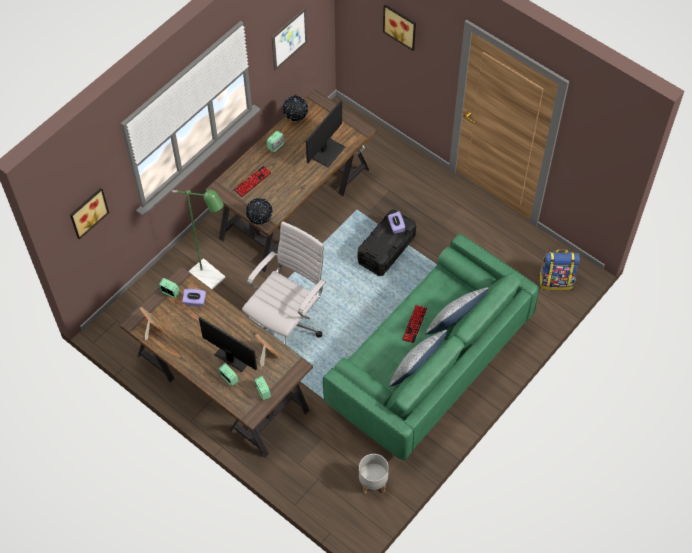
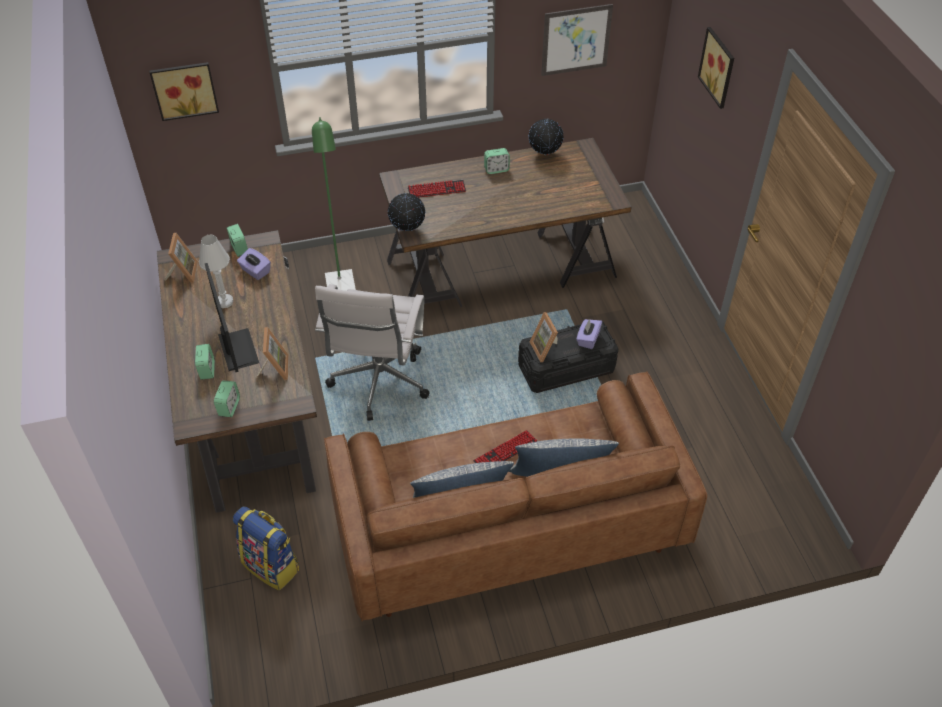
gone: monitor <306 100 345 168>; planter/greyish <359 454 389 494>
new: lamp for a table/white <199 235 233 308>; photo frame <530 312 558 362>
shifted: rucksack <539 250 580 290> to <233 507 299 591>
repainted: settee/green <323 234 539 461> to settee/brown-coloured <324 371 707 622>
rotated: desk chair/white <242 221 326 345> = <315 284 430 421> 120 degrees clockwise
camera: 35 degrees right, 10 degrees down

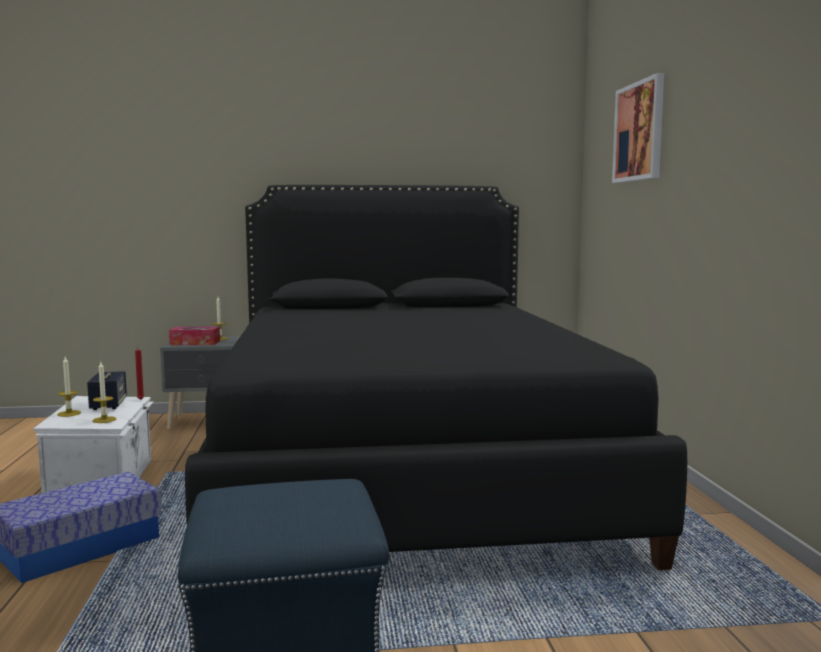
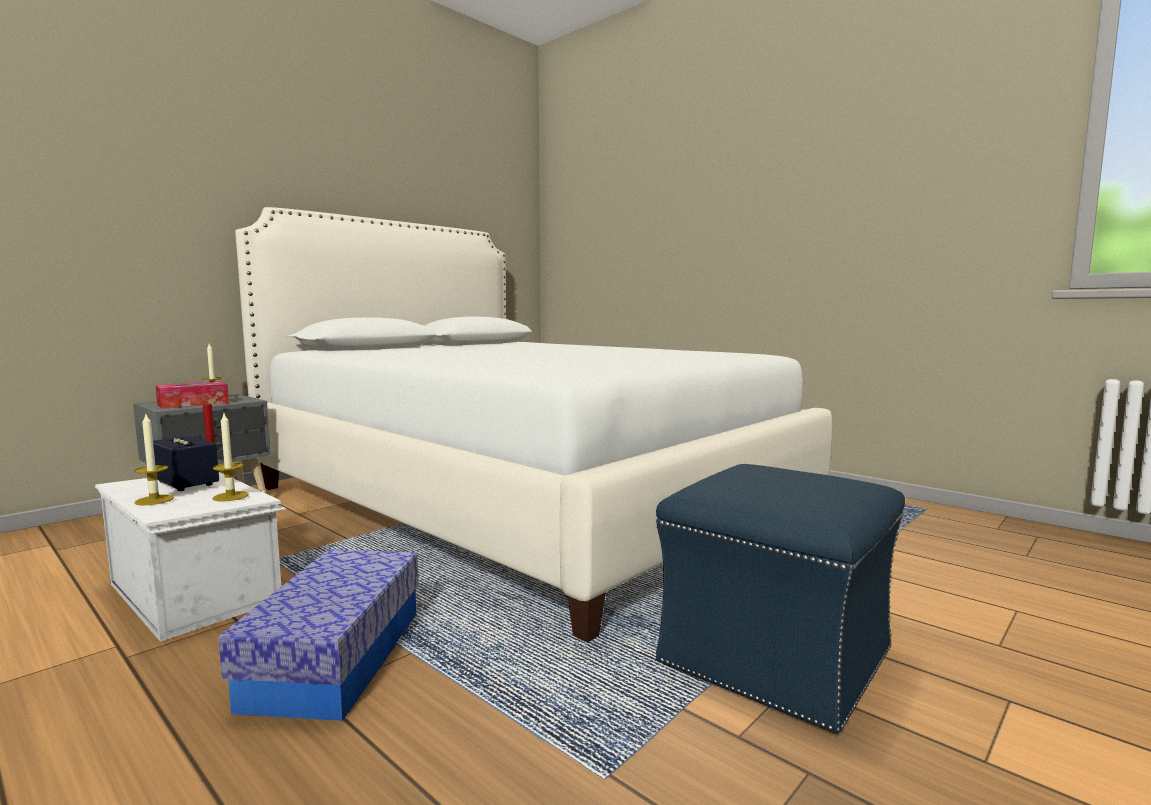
gone: picture <612 73 664 183>
repainted: bedroom bed/black <185 185 687 570> to bedroom bed/white <235 207 832 643>
camera: 40 degrees left, 0 degrees up

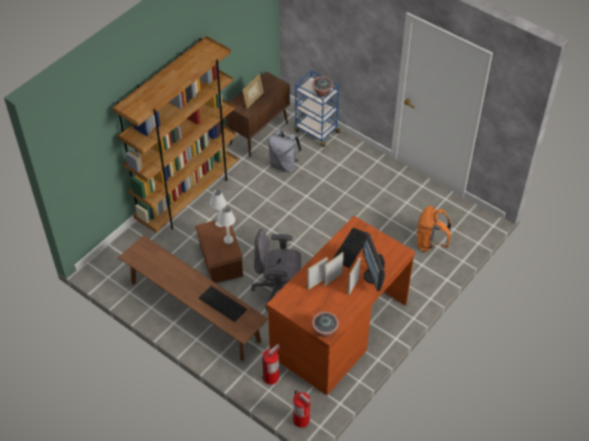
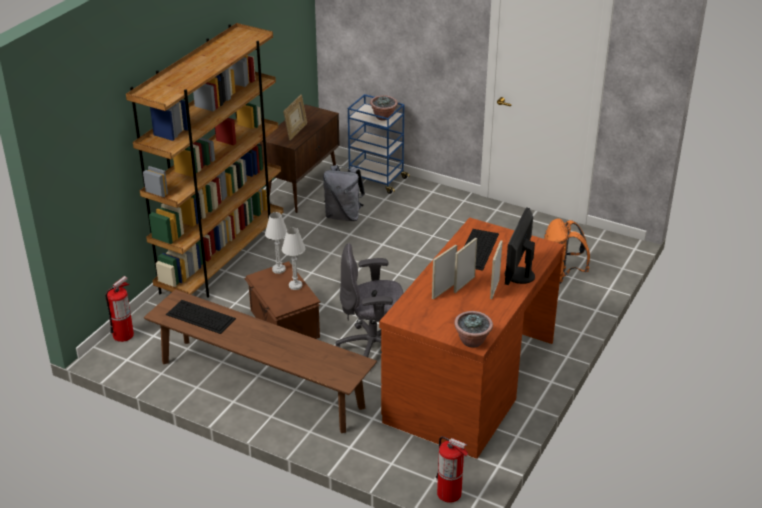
shifted: fire-fighting cylinder <262 344 281 384> to <105 276 134 342>; PC keyboard <198 286 247 322> to <166 300 236 334>
rotated: monitor <363 232 385 292> = <505 207 535 285> 45 degrees clockwise
camera: 10 degrees left, 15 degrees down

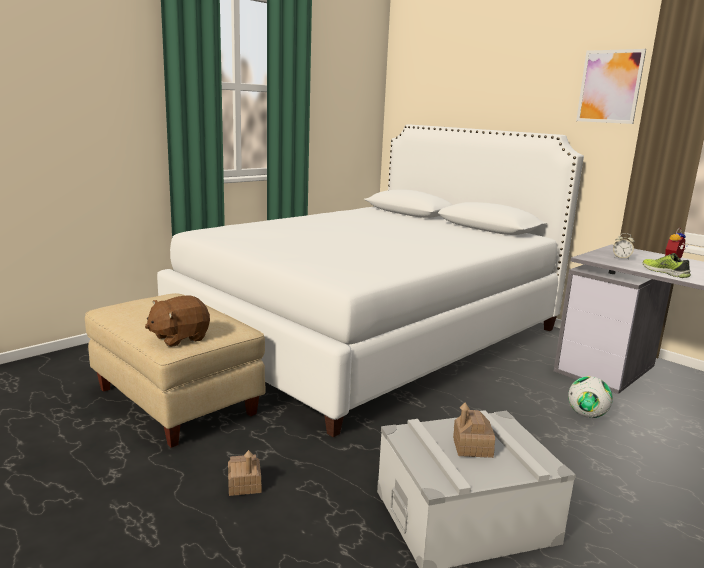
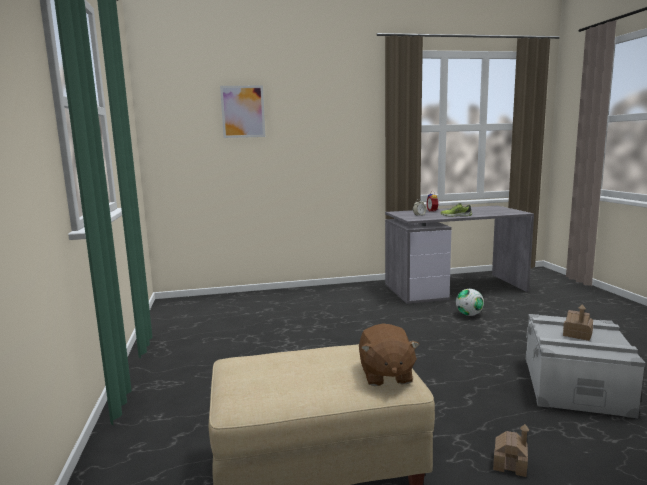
gone: bedroom bed/white <157 125 584 437>
shifted: picture <576 49 646 124> to <220 86 265 138>
camera: 55 degrees left, 5 degrees down

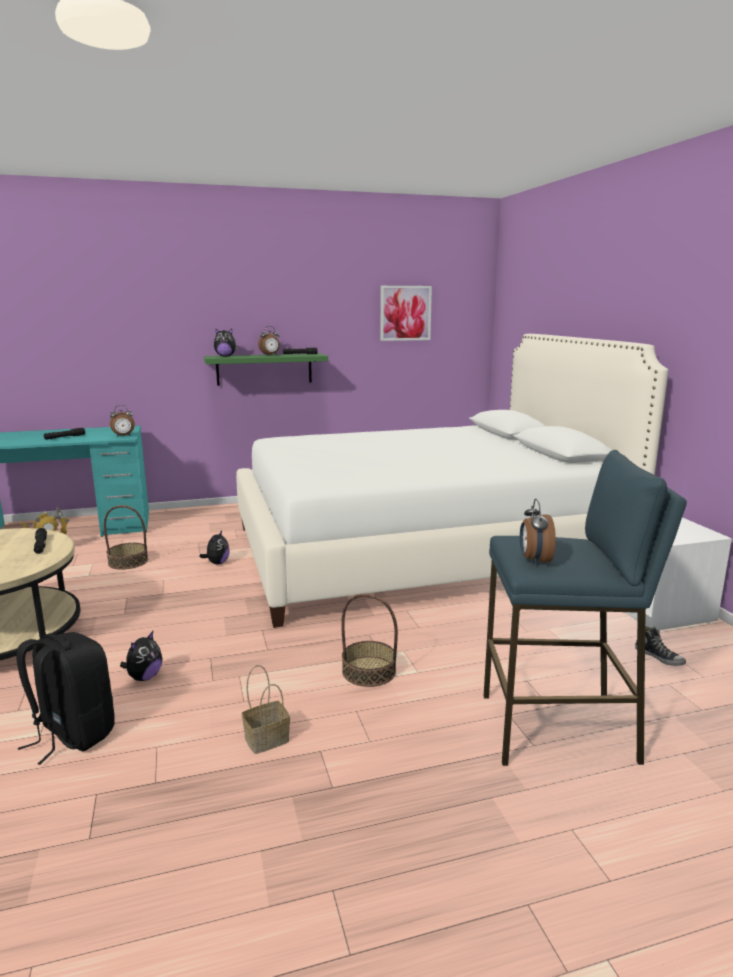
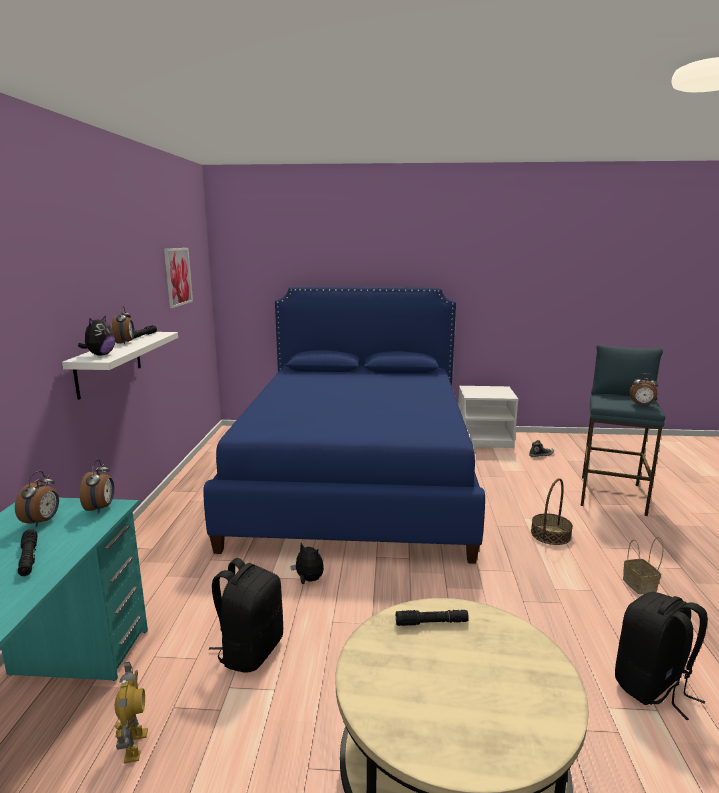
gone: soft toy <120 631 162 681>
new: table clock <15 471 59 527>
swapped: household basket <104 505 148 569> to rucksack/black <209 558 283 673>
repainted: shelf/green <204 354 328 386> to shelf/white <62 332 178 400>; bedroom bed/white <236 334 668 628> to bedroom bed/blue <203 287 485 564>
camera: 70 degrees left, 0 degrees up

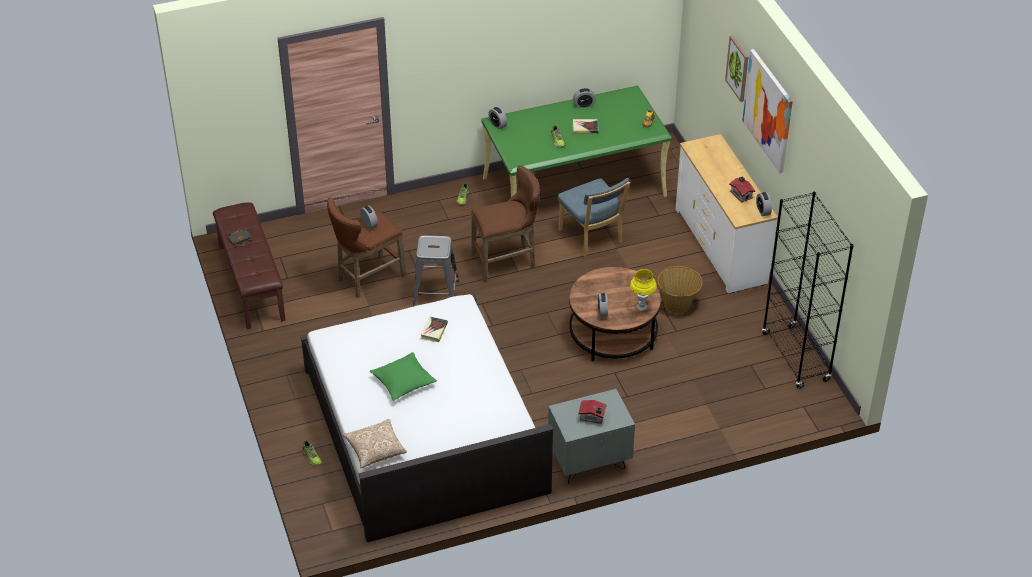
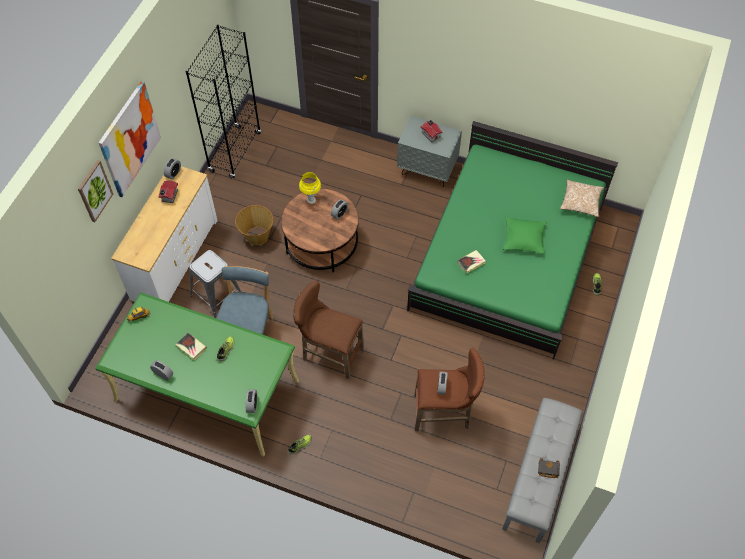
shifted: sitting stool/greyish <413 235 459 307> to <189 250 241 318>
repainted: bedroom bed/white <300 294 554 542> to bedroom bed/green <407 121 618 360>; bench/brown-coloured <213 203 286 329> to bench/greyish <502 398 582 543>
camera: 140 degrees left, 15 degrees up

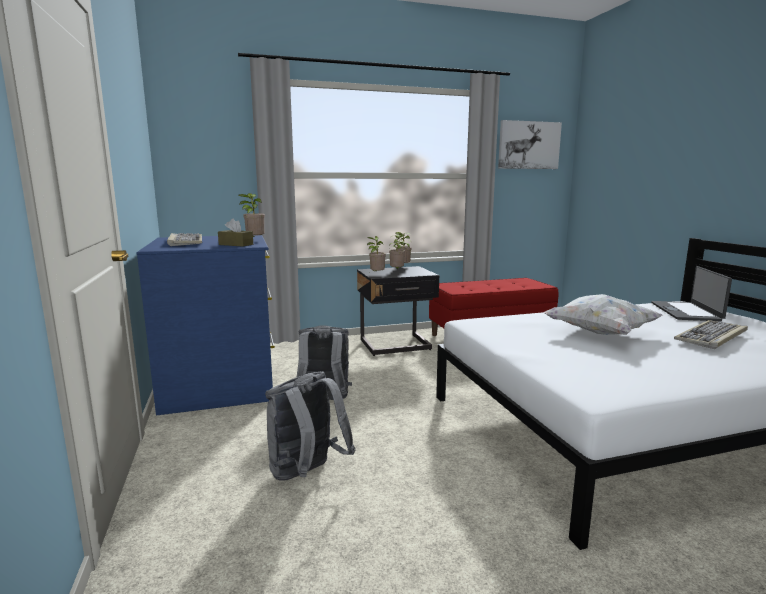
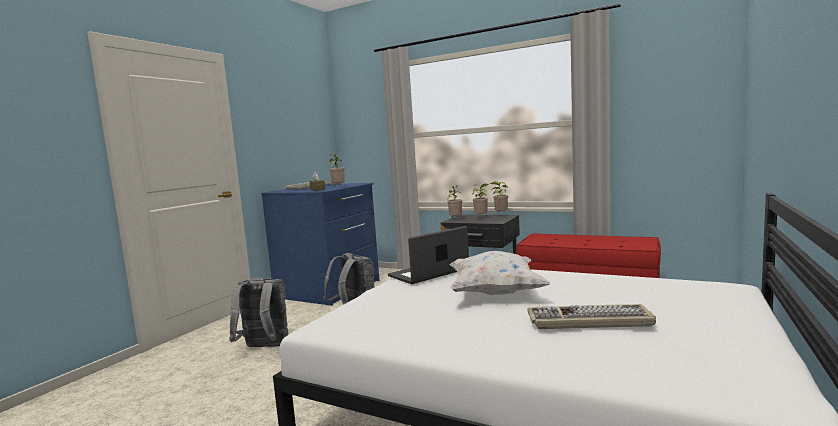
gone: picture <498 120 562 169>
shifted: portable computer <651 266 732 321> to <388 226 469 284>
camera: 45 degrees right, 5 degrees down

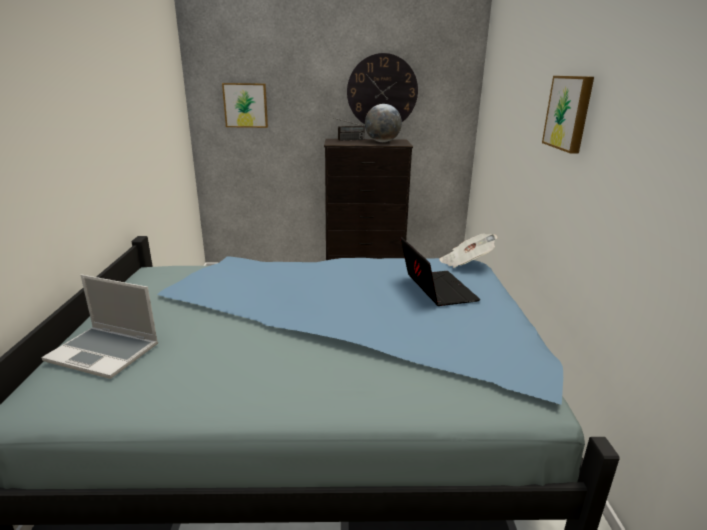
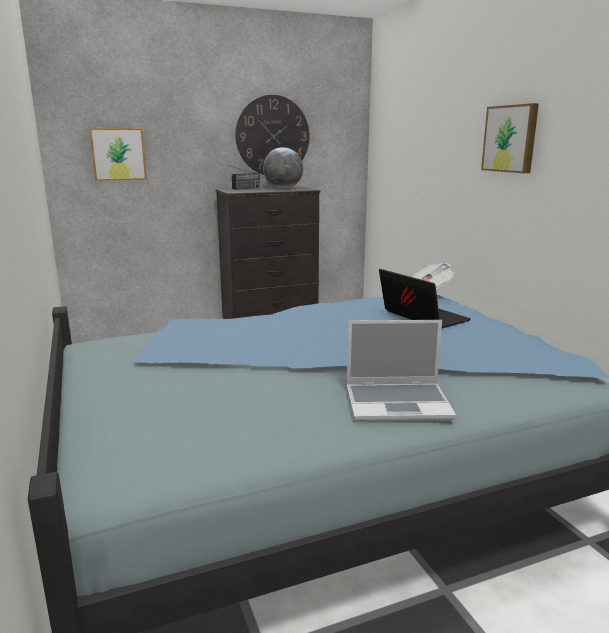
shifted: portable computer <41 275 158 379> to <347 320 456 422>
camera: 20 degrees left, 5 degrees down

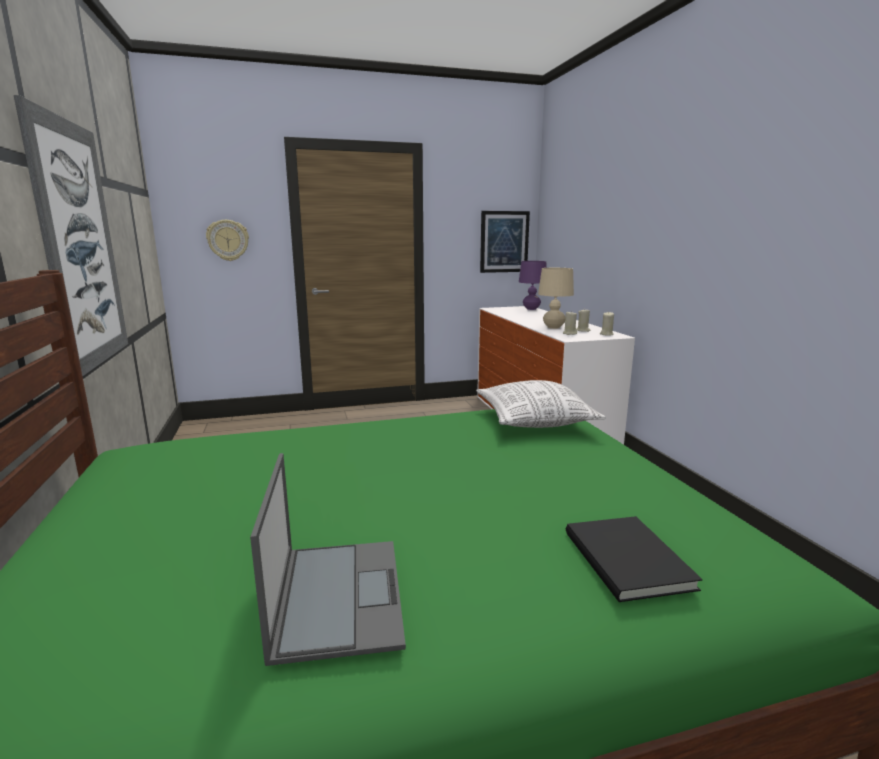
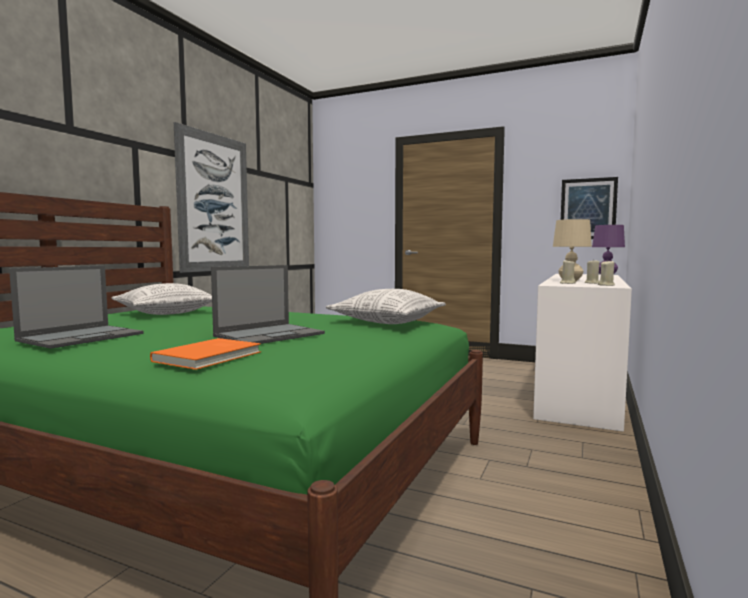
gone: hanging clock <206 220 249 261>
new: cushion <111 283 212 315>; portable computer <211 265 325 344>
repainted: book/black <566 516 703 602> to book/orange <150 338 261 370>
camera: 40 degrees right, 10 degrees down

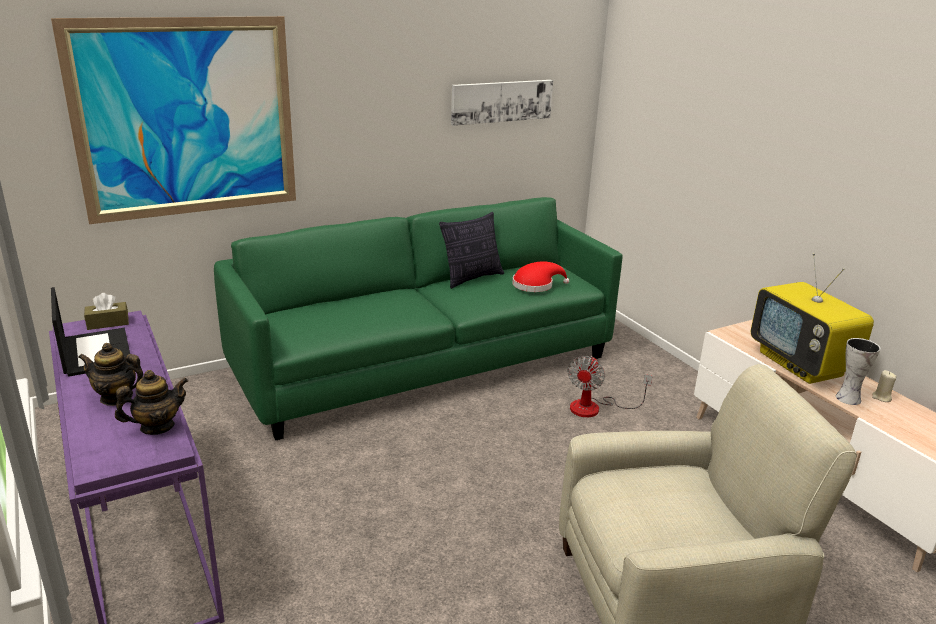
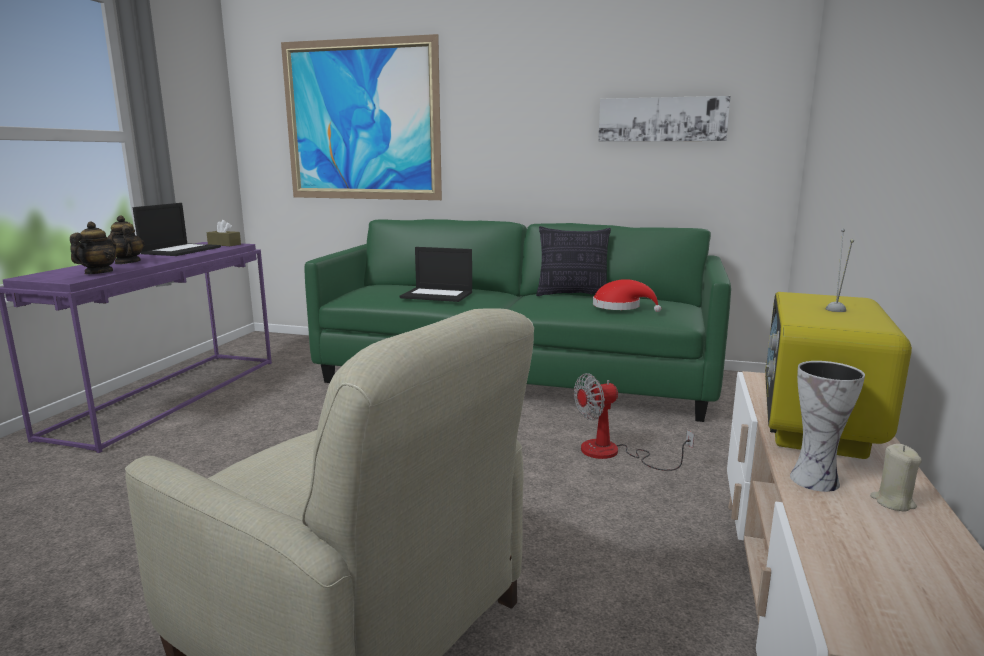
new: portable computer <400 247 472 302>
rotated: tea pot <115 370 188 435> = <70 221 117 274> 90 degrees counterclockwise
camera: 45 degrees right, 10 degrees down

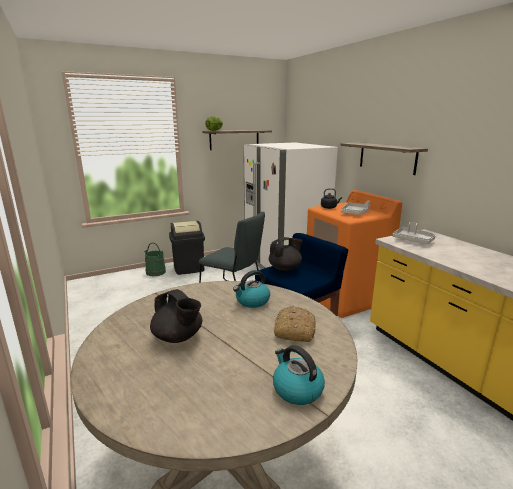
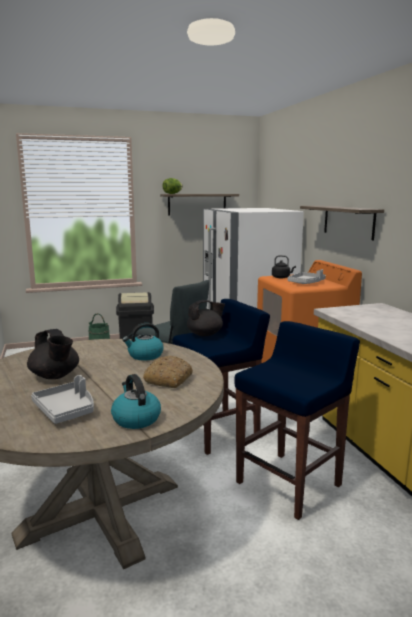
new: sitting stool/blue <234 321 360 520>
shifted: tray/greyish <393 222 435 244> to <31 375 94 424>
camera: 10 degrees right, 5 degrees down

